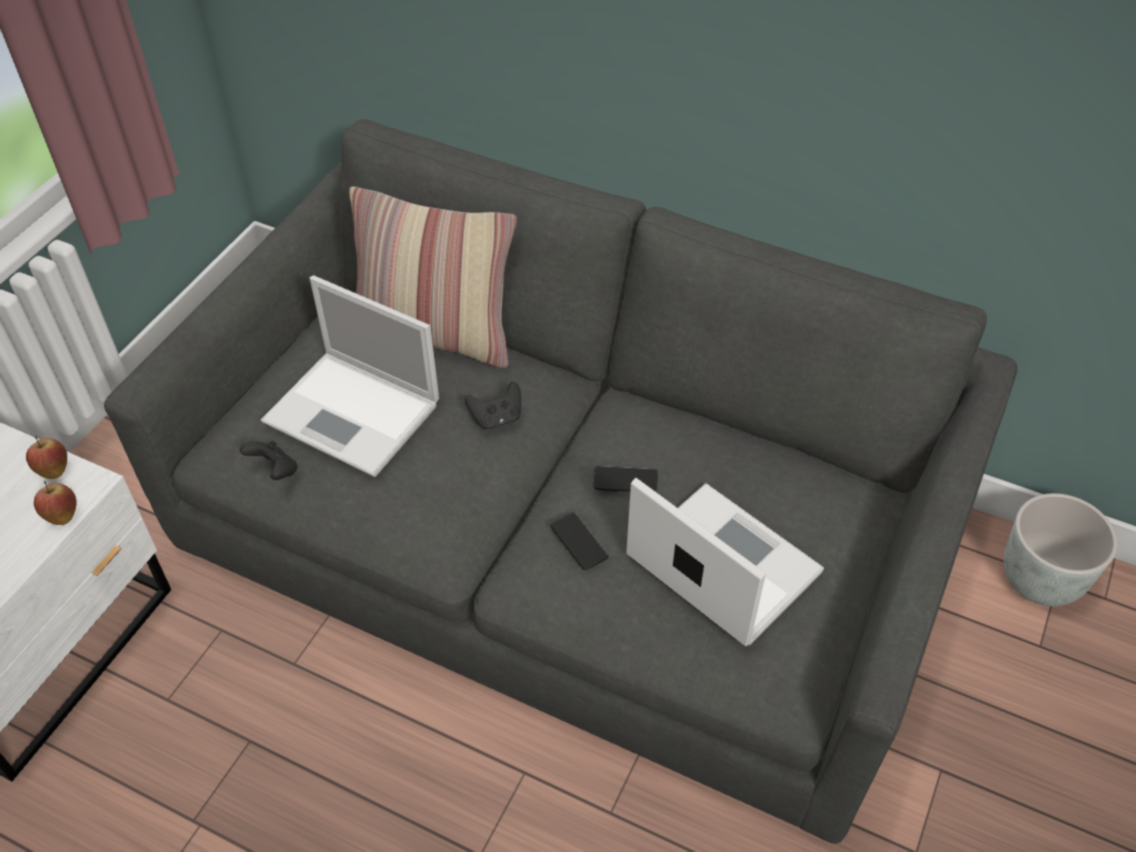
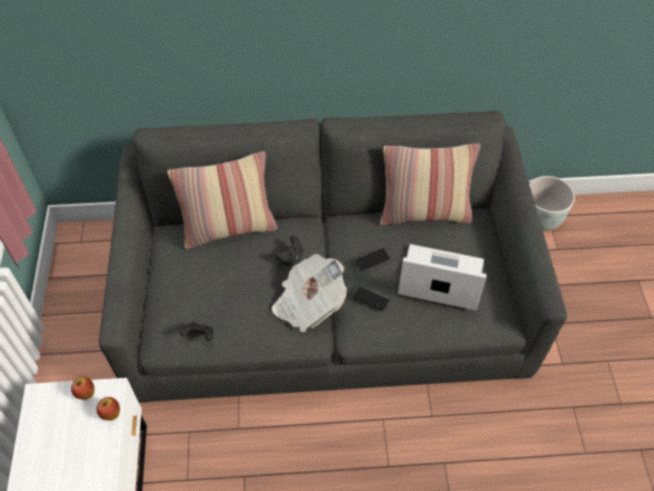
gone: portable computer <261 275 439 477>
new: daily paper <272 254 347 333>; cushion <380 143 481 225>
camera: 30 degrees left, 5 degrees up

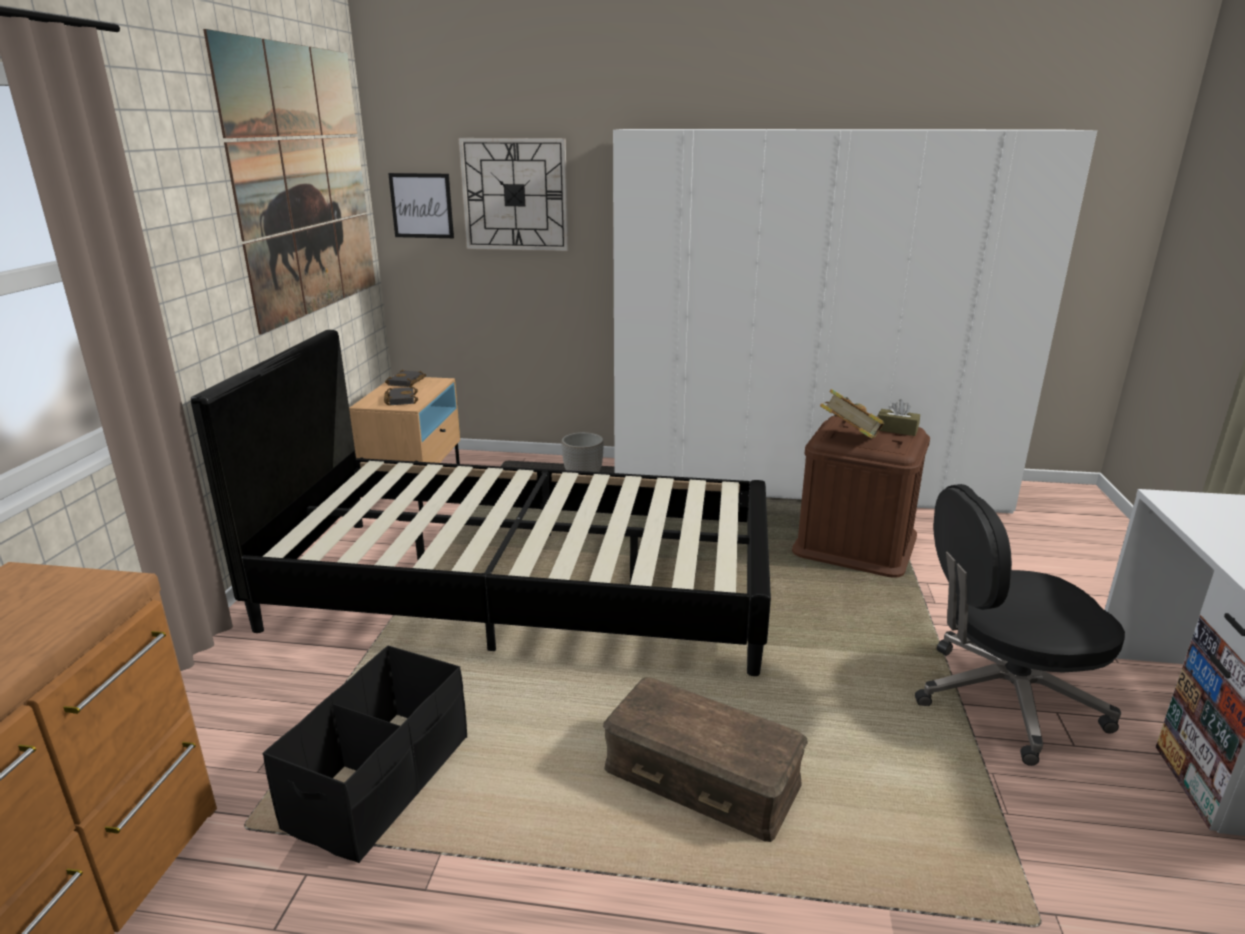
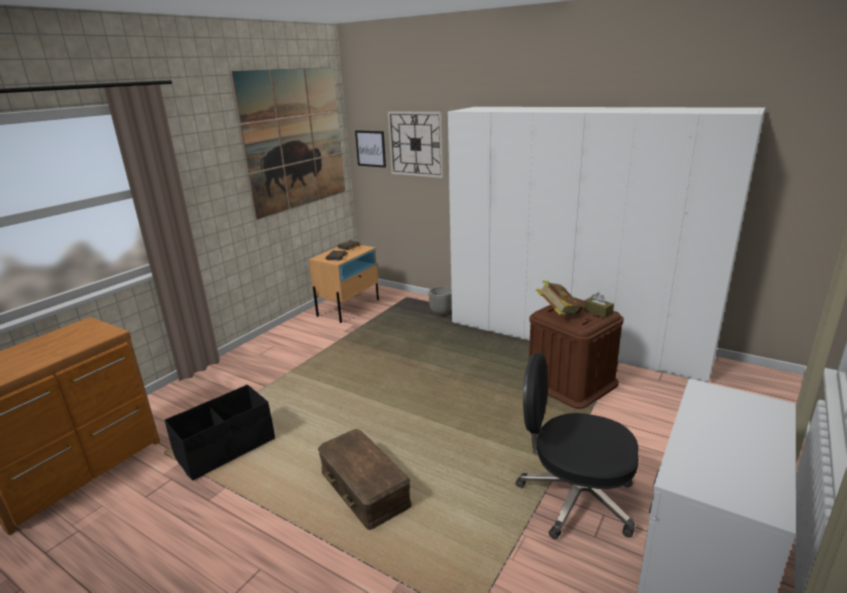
gone: bedroom bed/black <191 330 771 676>
camera: 25 degrees right, 0 degrees up

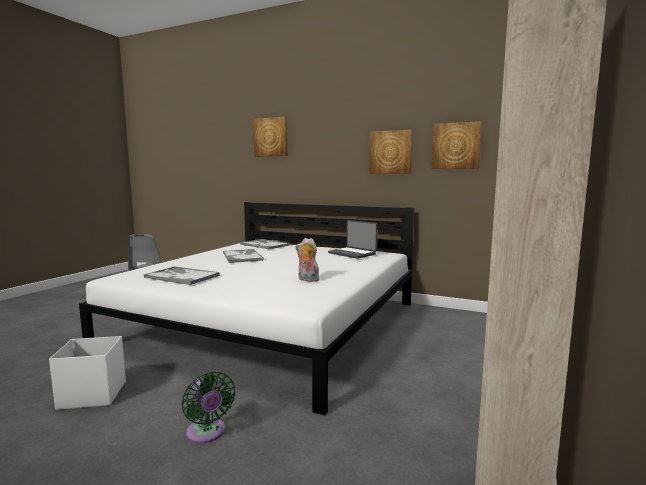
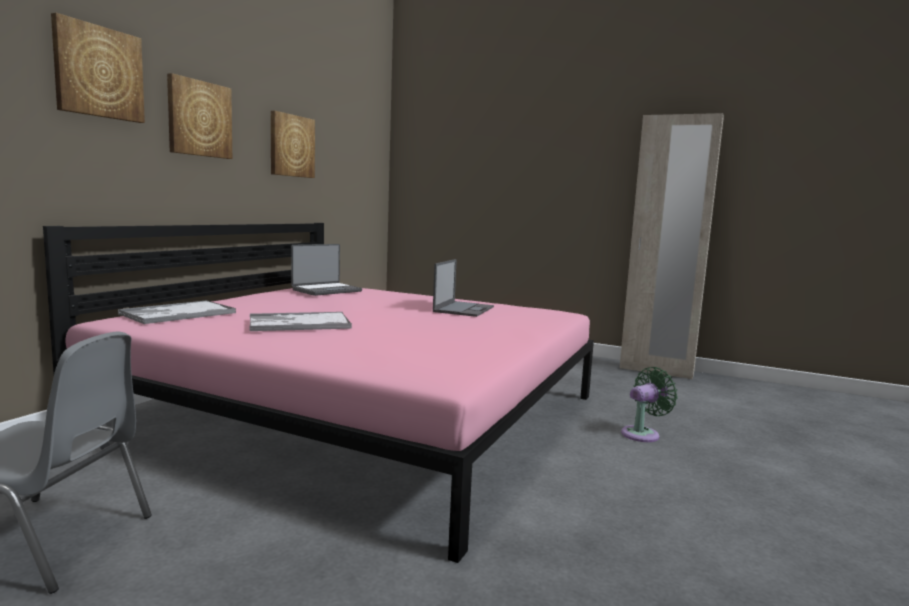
gone: storage box/white <49 336 126 410>; tray <143 266 220 285>
shifted: picture <432 121 482 169> to <167 73 232 159>
swapped: soft toy <295 238 319 282> to portable computer <433 259 494 317>
repainted: bedroom bed/white <79 202 414 416> to bedroom bed/pink-coloured <43 223 594 563>
camera: 90 degrees left, 0 degrees up

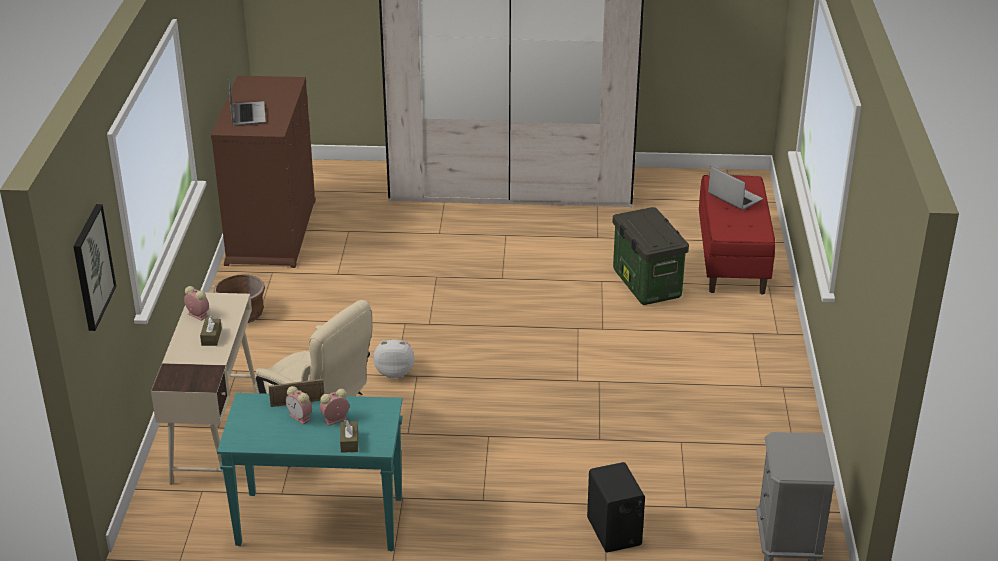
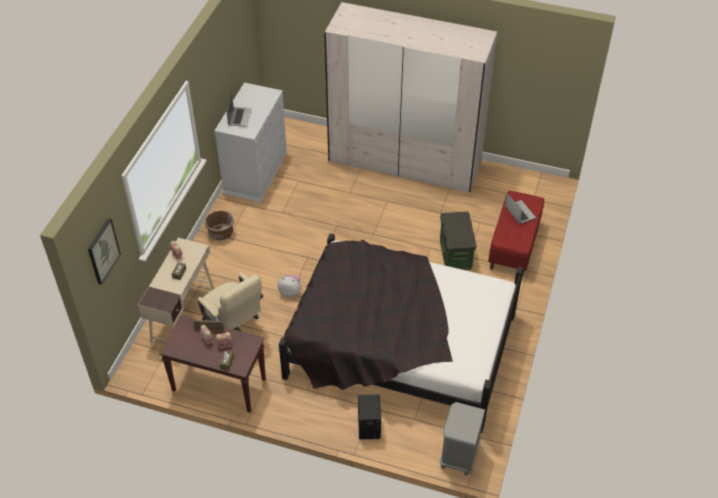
new: bedroom bed/black <279 233 524 433>
repainted: narrow table/turquoise <217 393 402 551> to narrow table/brown-coloured <159 315 266 413>; chest of drawers/brown-coloured <211 76 316 268> to chest of drawers/white <214 82 288 204>
camera: 15 degrees right, 15 degrees up

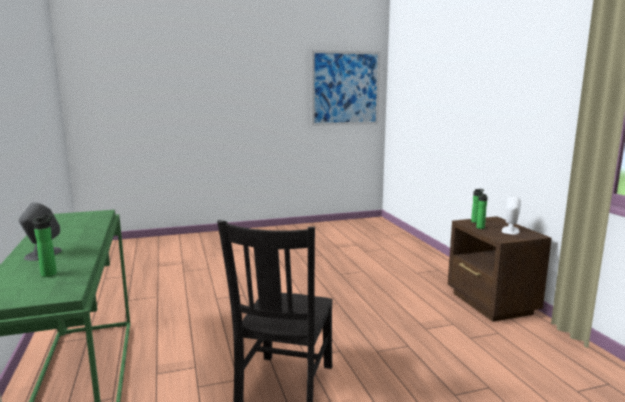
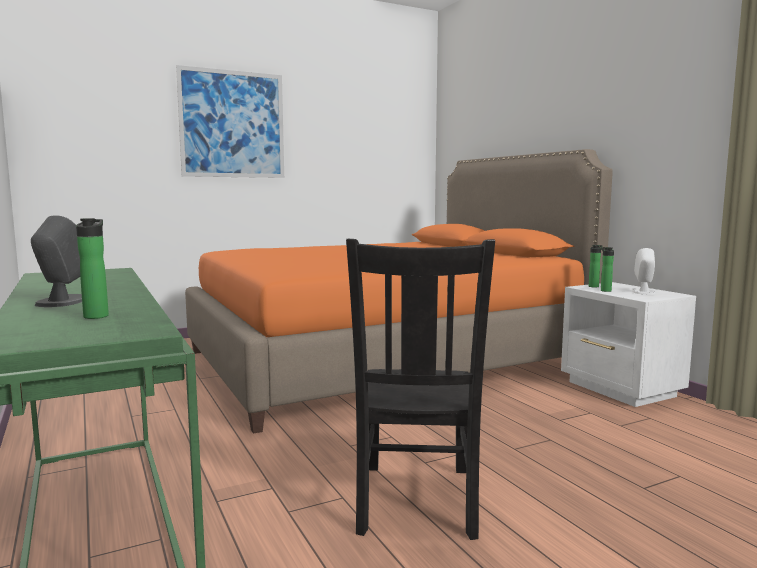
new: bedroom bed/orange <185 149 613 434>
shifted: picture <311 50 380 126> to <176 65 284 178>
repainted: nightstand/brown-coloured <448 216 552 322> to nightstand/white <561 282 696 407>
camera: 10 degrees left, 5 degrees down

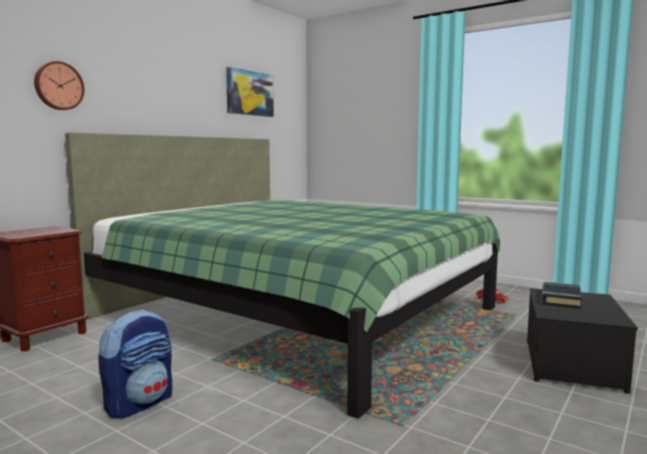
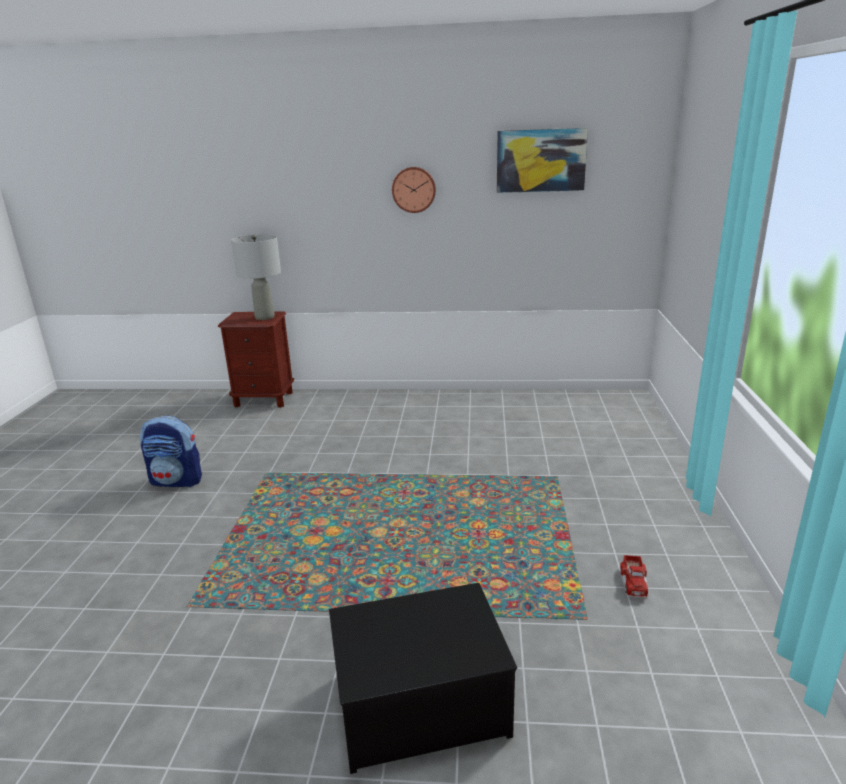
gone: bedroom bed/green <65 132 500 419>; book/black <541 282 582 309>
new: lamp for a table/greyish <231 234 281 320>
shifted: hanging clock <34 61 84 110> to <392 167 436 213>
camera: 60 degrees right, 15 degrees up

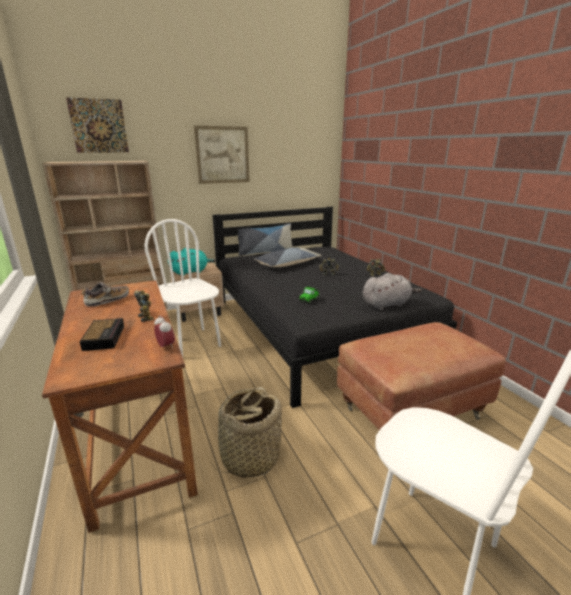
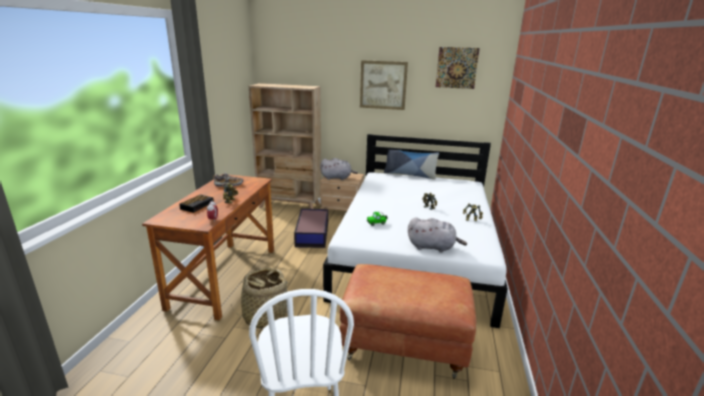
gone: cushion <254 248 321 267>
shifted: picture <66 97 129 153> to <436 47 480 89>
swapped: upright chair/white <145 219 221 357> to storage box <294 209 328 248>
repainted: soft toy/turquoise <168 248 216 275> to soft toy/greyish <320 158 358 180>; bedroom bed/black <212 207 457 408> to bedroom bed/white <323 134 508 328>
camera: 35 degrees right, 0 degrees up

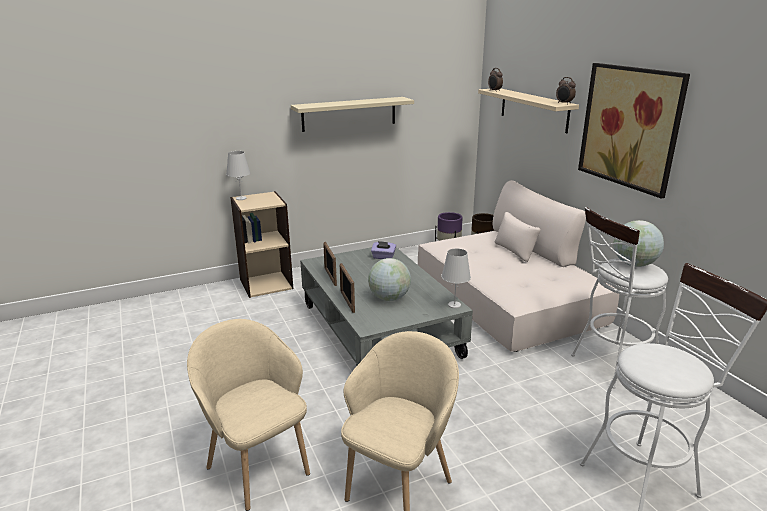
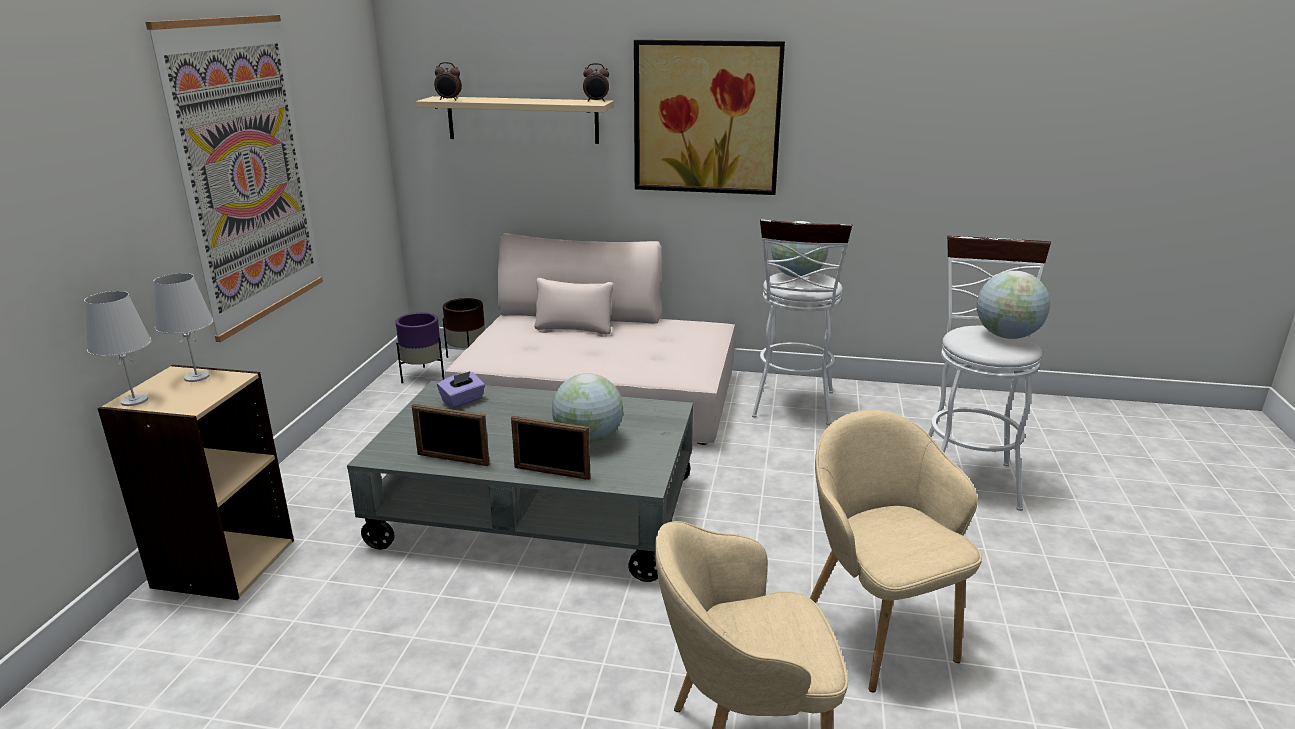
new: desk globe <976 271 1050 339>
shifted: lamp for a table/white <441 248 471 308> to <153 273 214 382>
swapped: shelf/beige-coloured <291 97 414 132> to picture <146 15 323 342>
camera: 55 degrees left, 0 degrees up

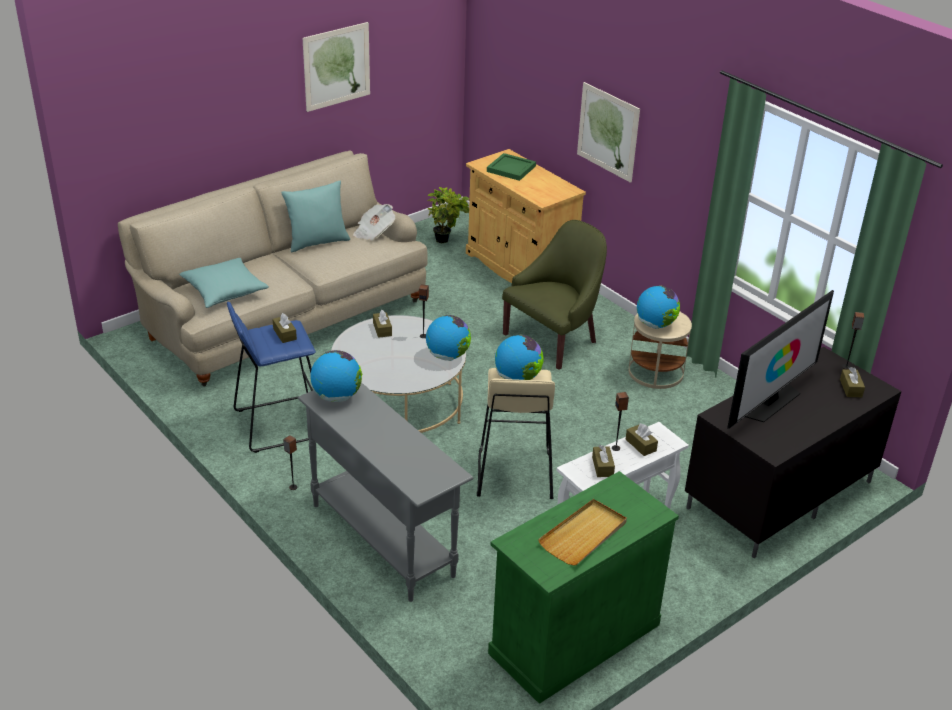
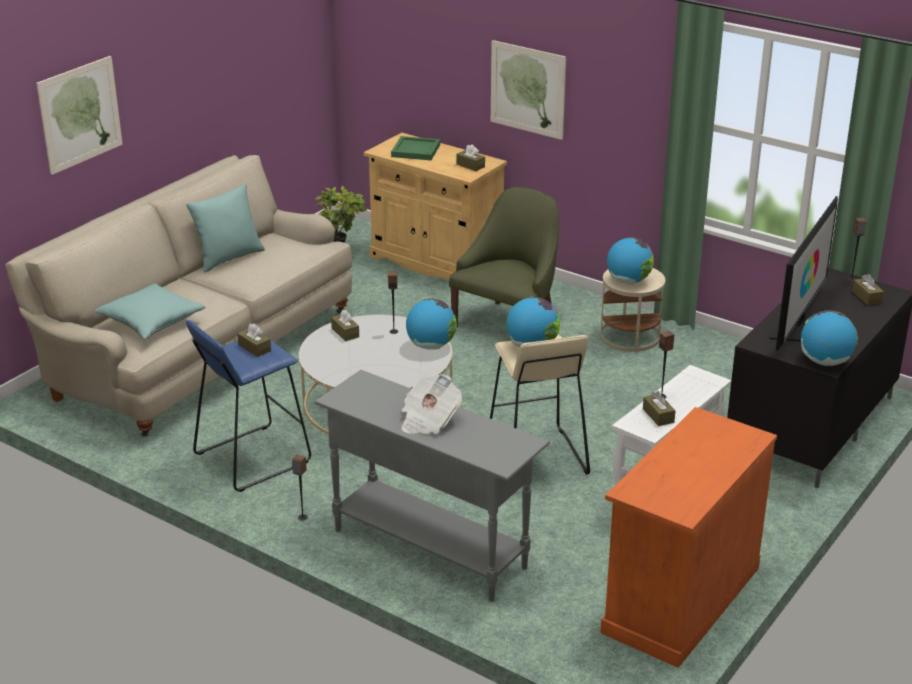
gone: tray/beige-coloured <538 499 627 566>
shifted: picture <303 22 370 112> to <36 56 123 175>; daily paper <353 204 395 241> to <401 374 462 434>; box of tissues/brown-coloured <625 423 658 456> to <456 144 485 171>; desk globe <311 350 362 402> to <801 310 858 366>
repainted: cupboard/green <488 471 679 704> to cupboard/orange <600 407 777 668>
camera: 15 degrees left, 5 degrees down

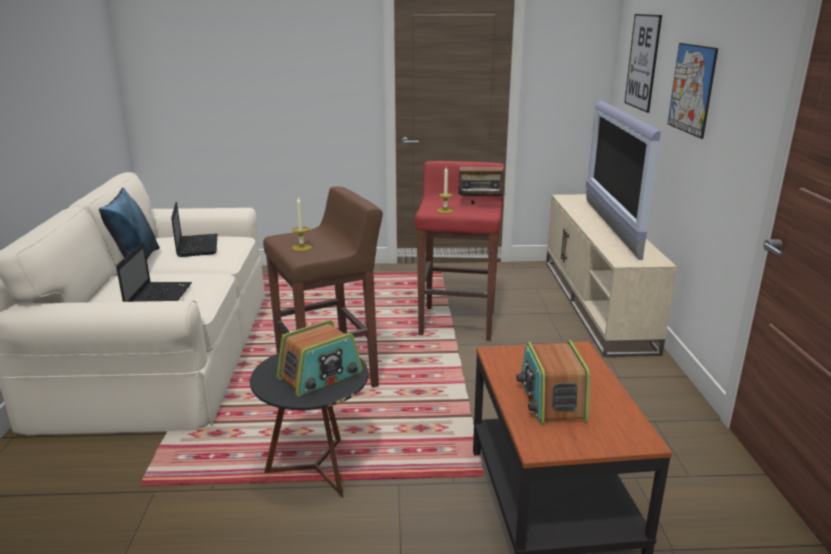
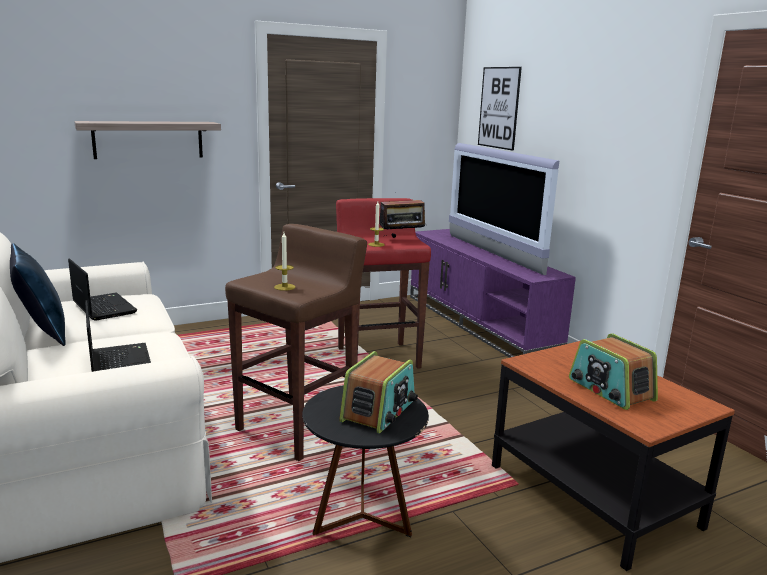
gone: picture <668 43 718 139>
new: shelf <74 121 221 159>
repainted: tv unit/beige-coloured <546 194 677 357> to tv unit/purple <410 229 576 358>
camera: 25 degrees left, 5 degrees down

